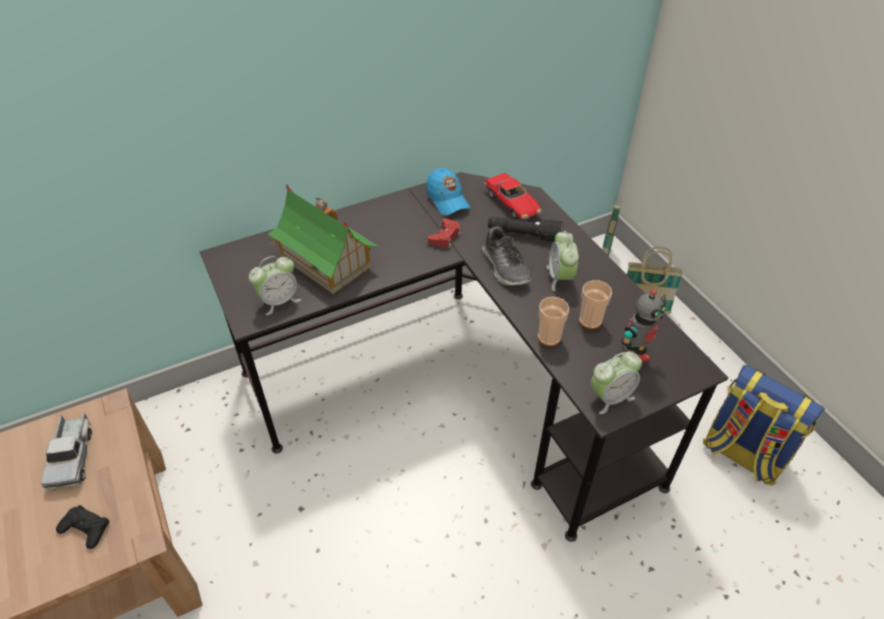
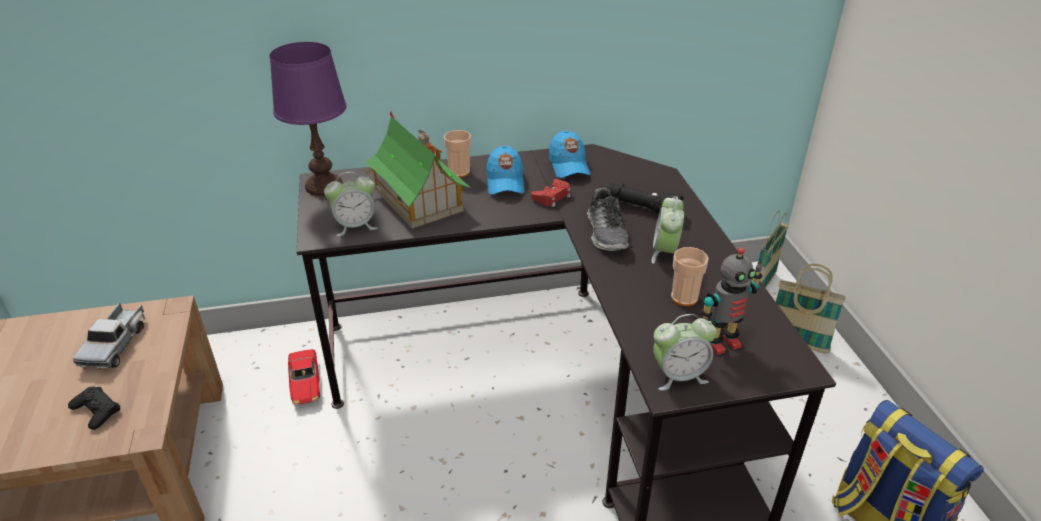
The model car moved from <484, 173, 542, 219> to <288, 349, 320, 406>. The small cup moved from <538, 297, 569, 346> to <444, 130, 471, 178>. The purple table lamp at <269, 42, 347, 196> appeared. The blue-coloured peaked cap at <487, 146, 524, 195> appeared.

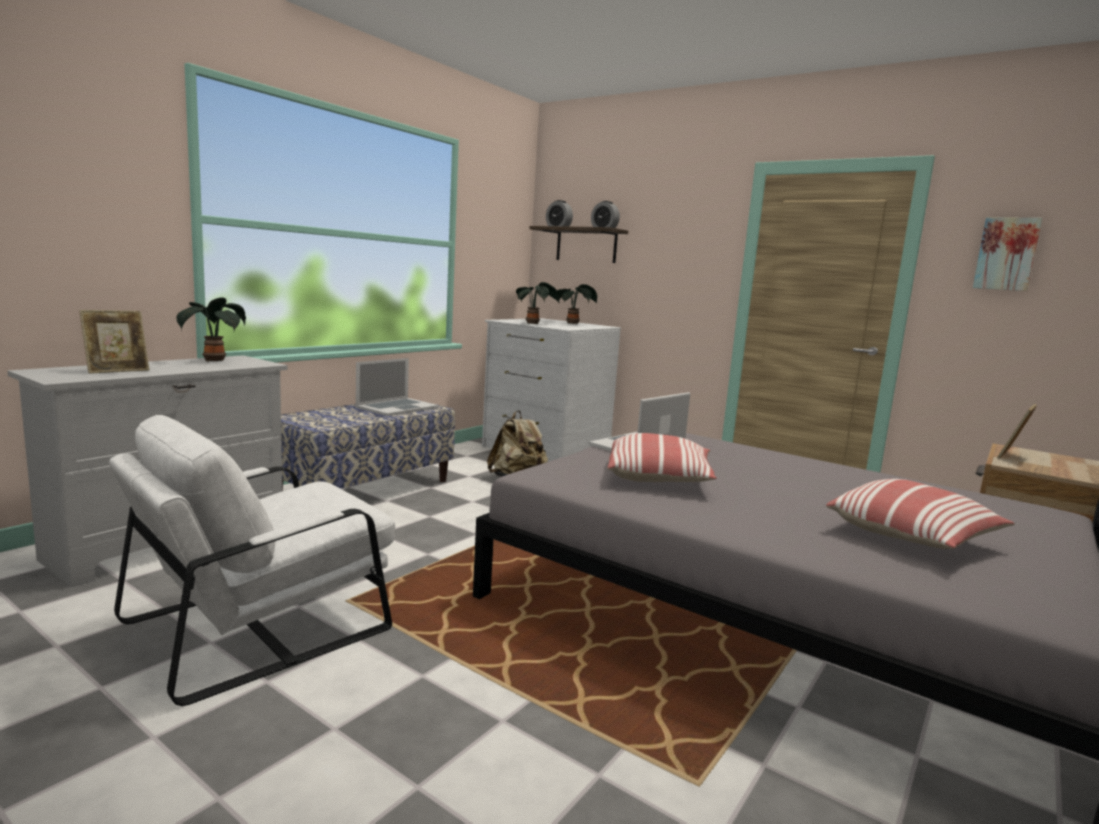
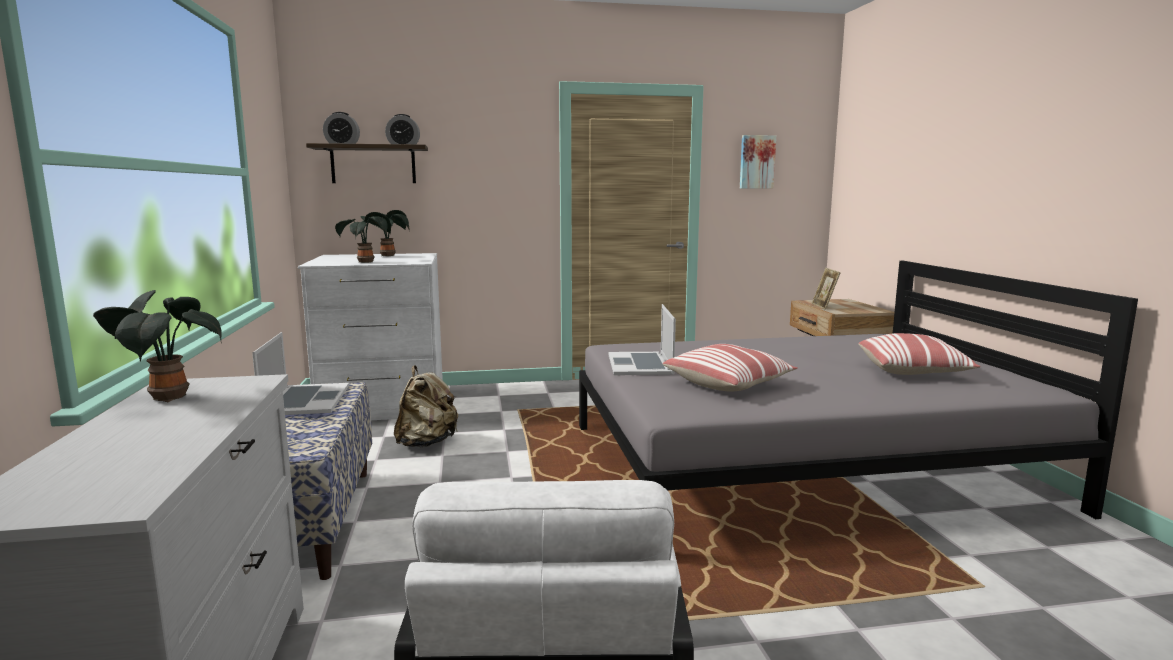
The standing frame at <79, 310, 149, 374> disappeared.

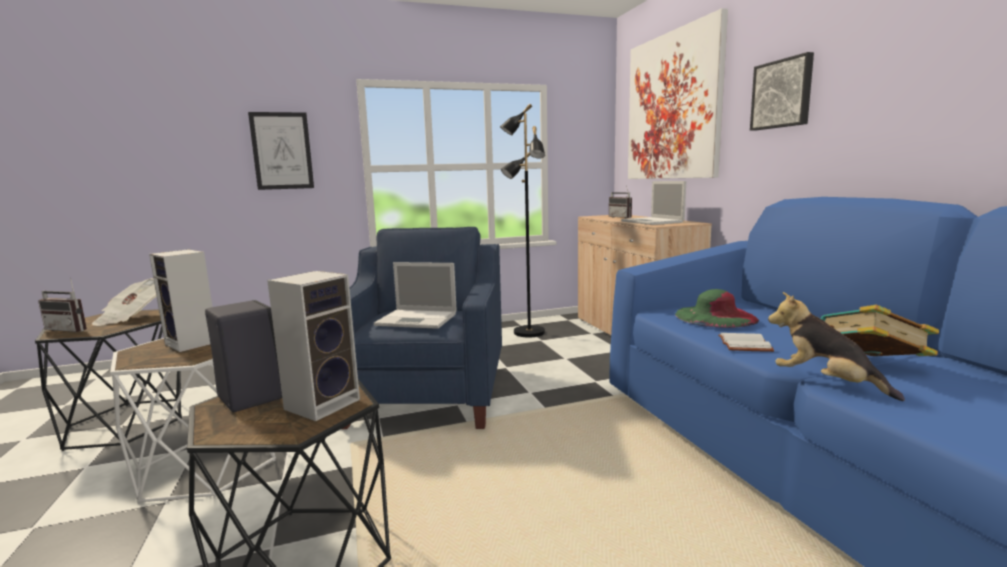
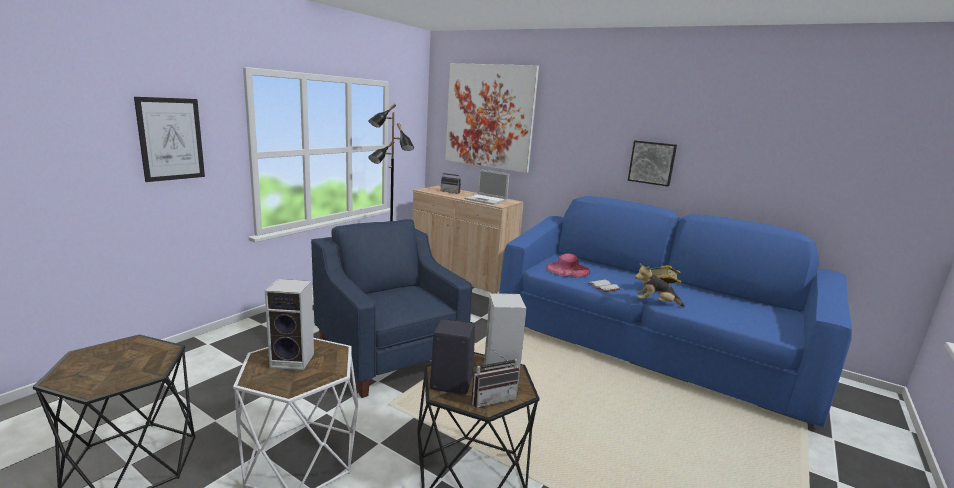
The radio moved from <38, 277, 87, 333> to <471, 344, 520, 408>. The printed paper at <92, 278, 157, 326> disappeared. The notebook computer at <374, 262, 457, 329> disappeared. The greenish hat at <675, 289, 759, 328> became the pinkish hat at <546, 253, 590, 277>. The wall picture moved from <750, 52, 814, 131> to <628, 140, 677, 187>.

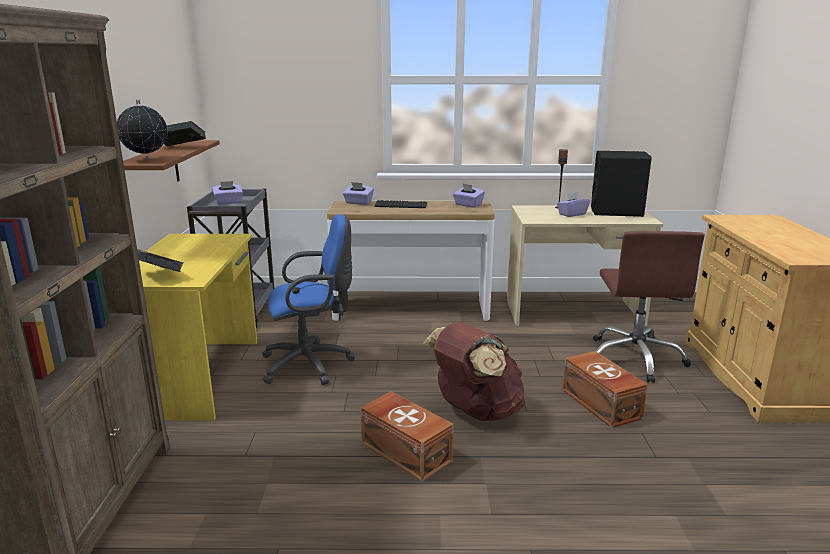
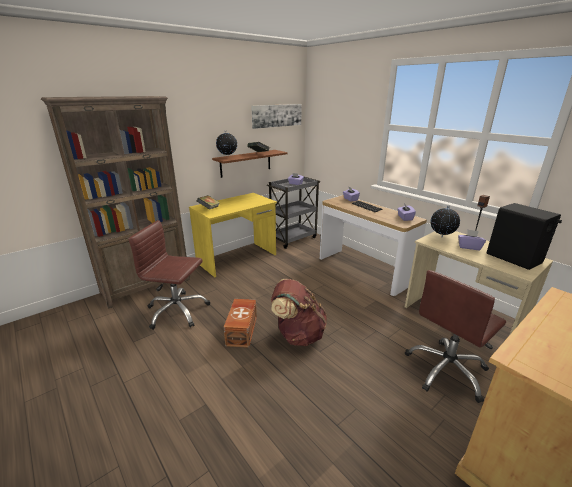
The blue-coloured desk chair at <262, 214, 355, 385> disappeared. The brownish storage bin at <563, 351, 648, 428> disappeared. The brownish desk chair at <128, 220, 210, 330> appeared. The wall picture at <251, 104, 302, 129> appeared. The desk globe at <430, 206, 460, 238> appeared.

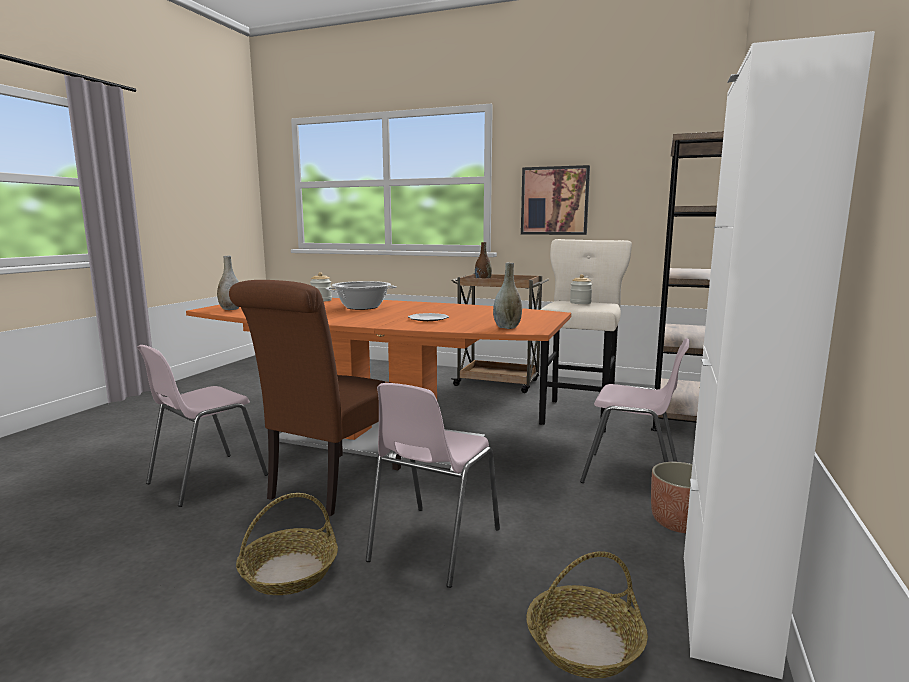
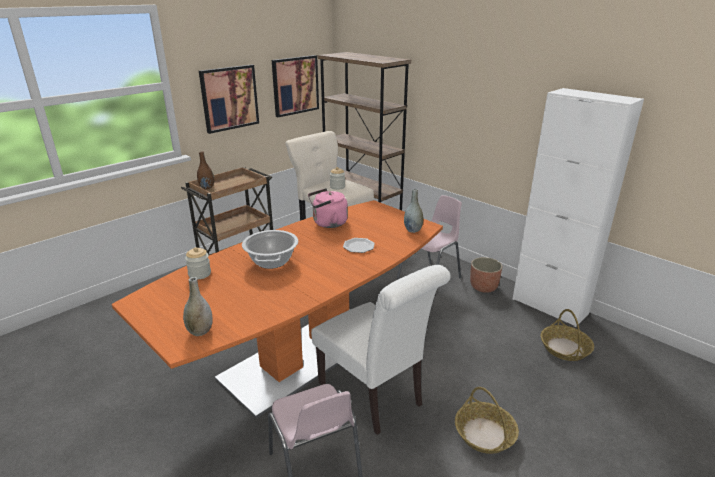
The brownish chair at <229, 280, 401, 517> became the white-coloured chair at <311, 265, 451, 435>. The pinkish chair at <366, 383, 500, 588> disappeared. The wall picture at <272, 55, 319, 117> appeared. The pinkish water kettle at <308, 188, 348, 228> appeared.

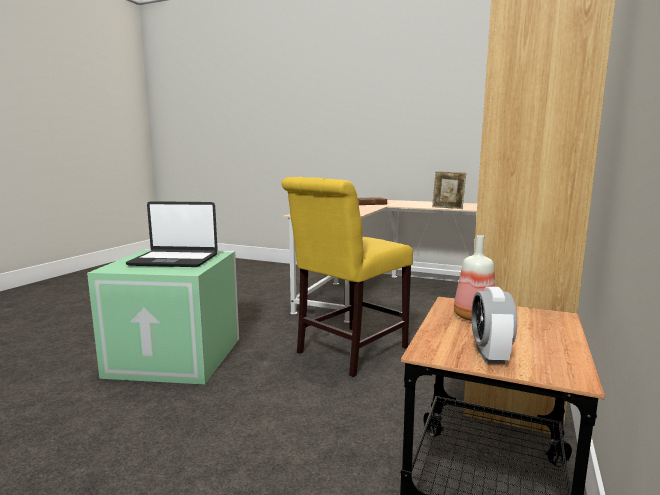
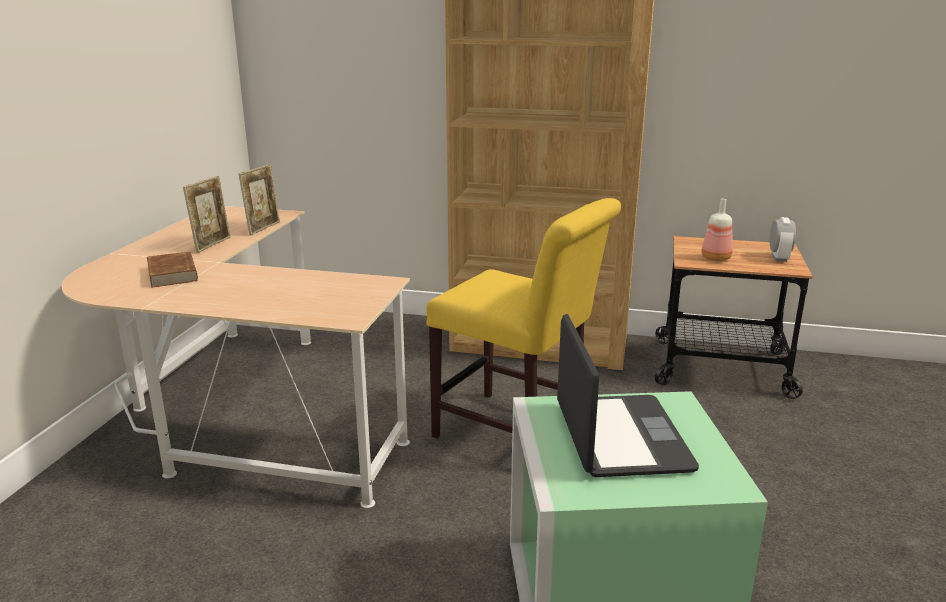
The bedside clock at <471, 287, 517, 364> turned 75 degrees counterclockwise. The standing frame at <183, 176, 231, 253> appeared.

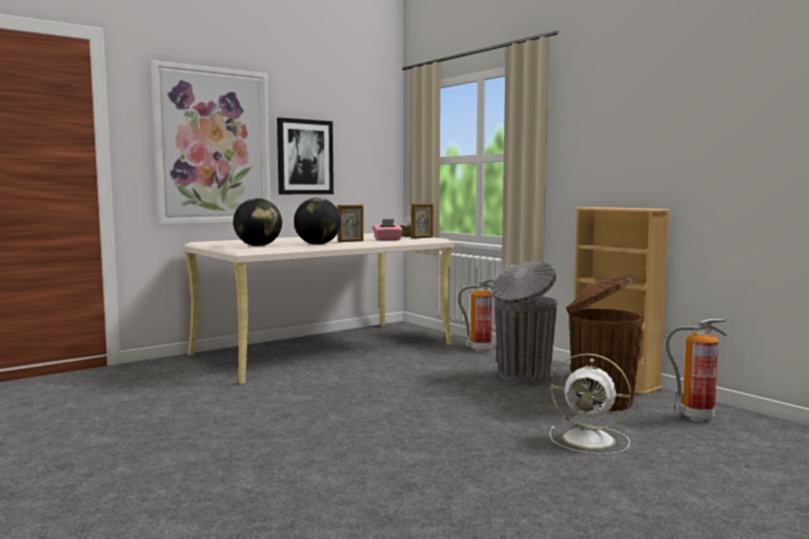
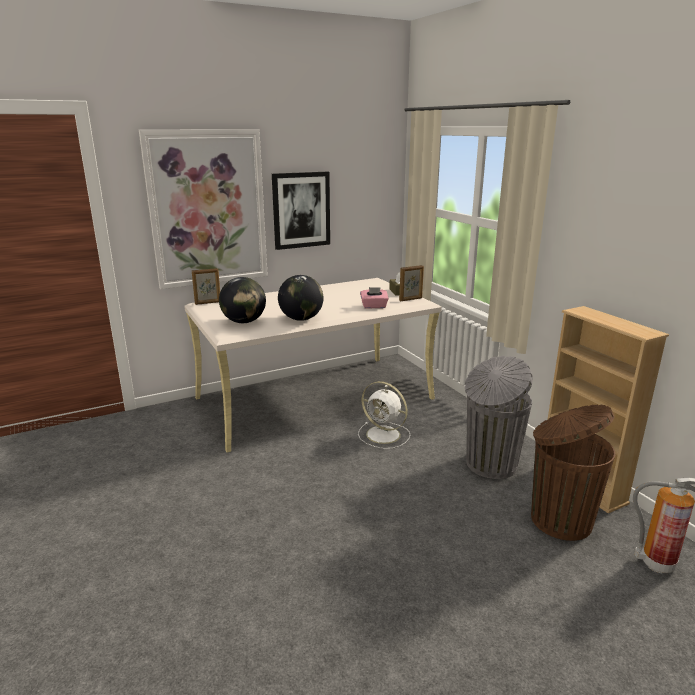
The standing frame moved from <337, 205, 364, 242> to <192, 268, 220, 305>. The fire-fighting cylinder at <458, 279, 495, 352> disappeared. The white-coloured electric fan moved from <550, 353, 631, 455> to <358, 381, 410, 449>.

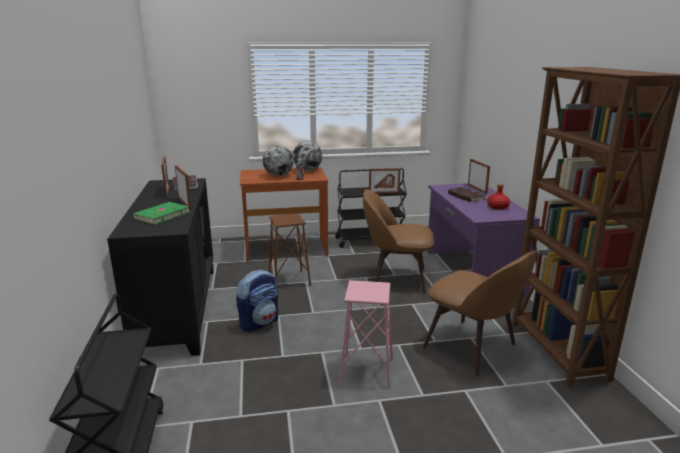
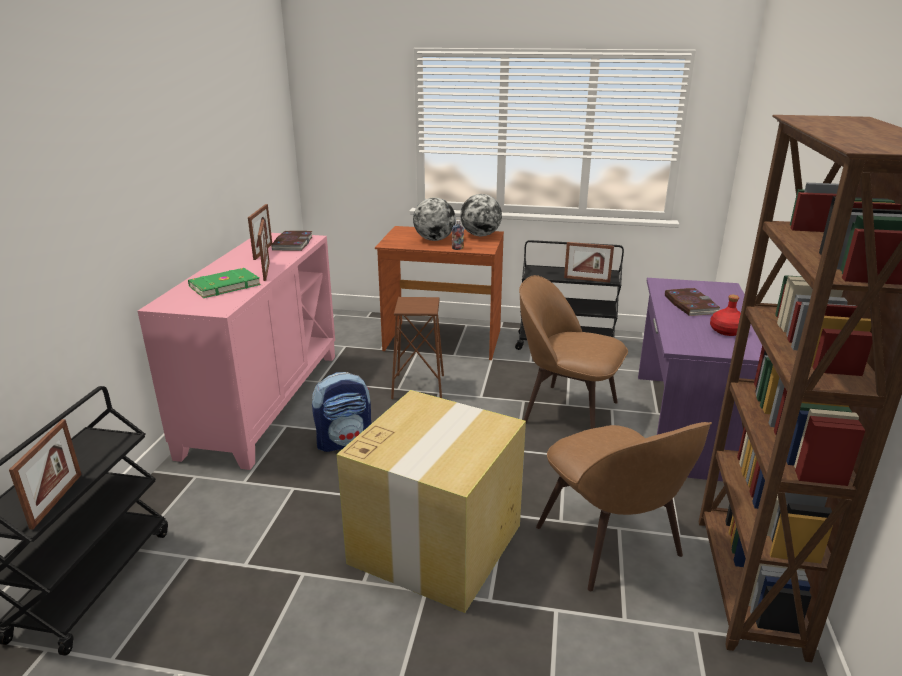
The black cabinet at <107, 178, 213, 356> became the pinkish cabinet at <138, 233, 335, 470>. The pinkish sitting stool at <339, 280, 393, 389> was replaced by the carton at <337, 390, 526, 613>. The standing frame moved from <468, 159, 490, 194> to <9, 419, 82, 529>.

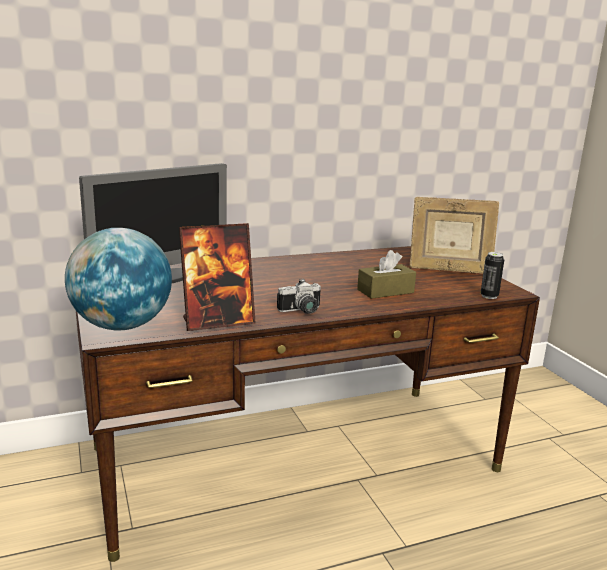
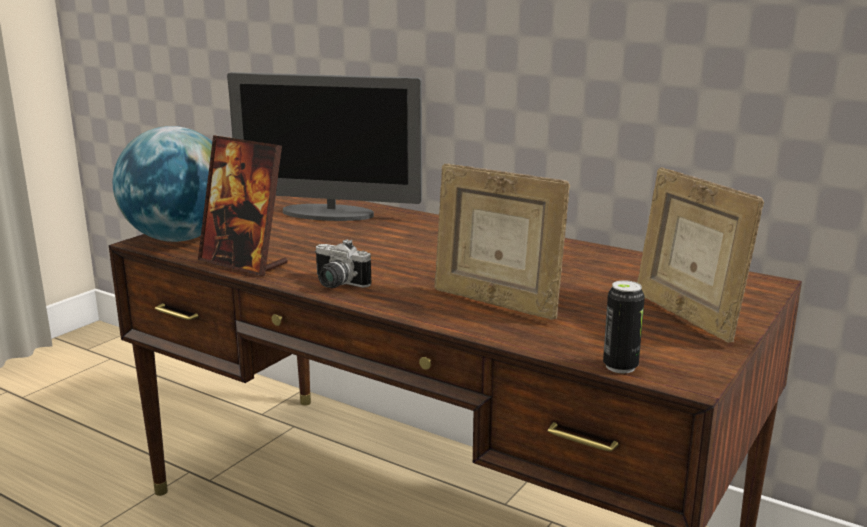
The brownish tissue holder at <357, 250, 416, 299> was replaced by the standing frame at <434, 164, 570, 320>.

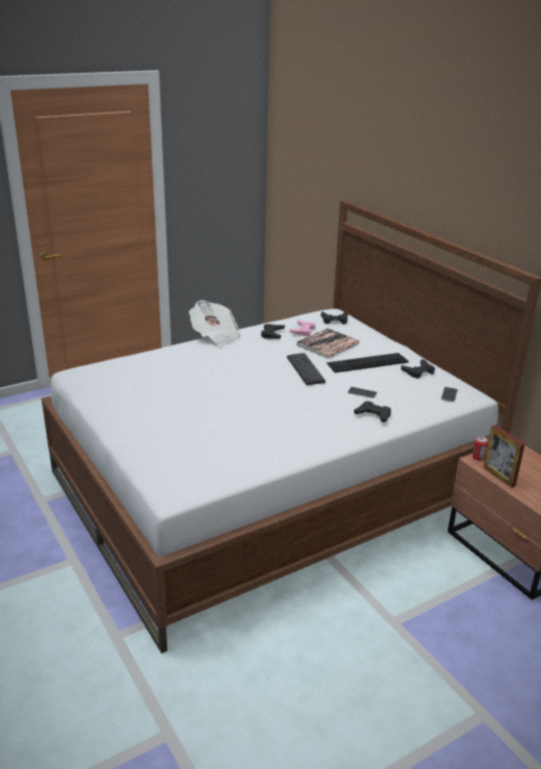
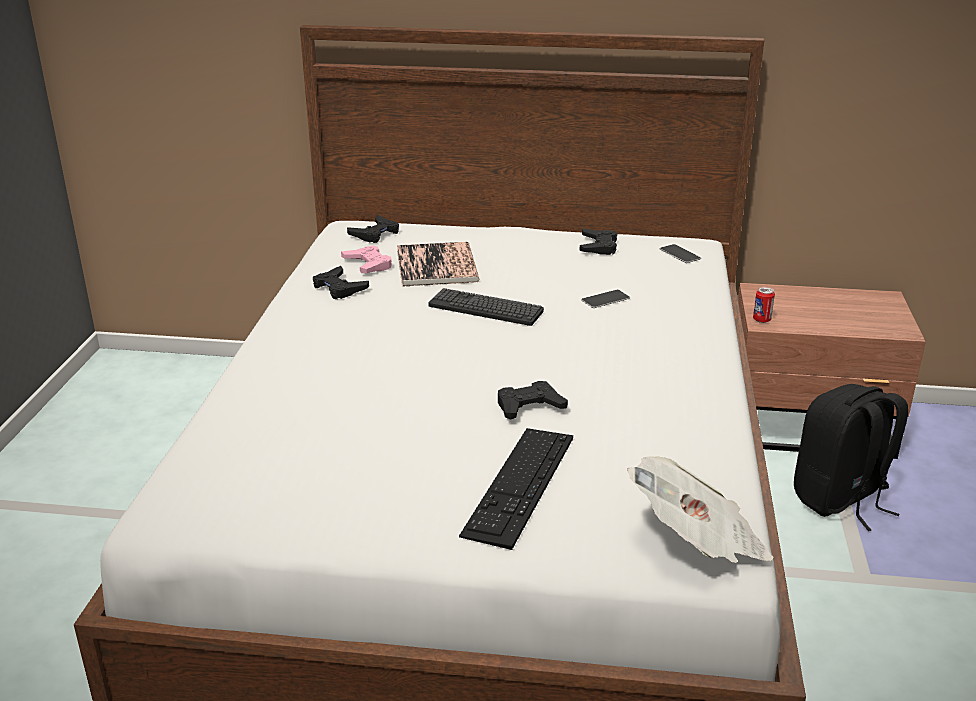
The printed paper moved from <189, 300, 240, 347> to <627, 456, 773, 563>. The computer keyboard moved from <327, 353, 409, 373> to <459, 428, 573, 550>. The black gamepad moved from <354, 401, 391, 423> to <498, 381, 568, 420>. The standing frame at <483, 425, 525, 488> disappeared. The black rucksack at <794, 384, 908, 531> appeared.

